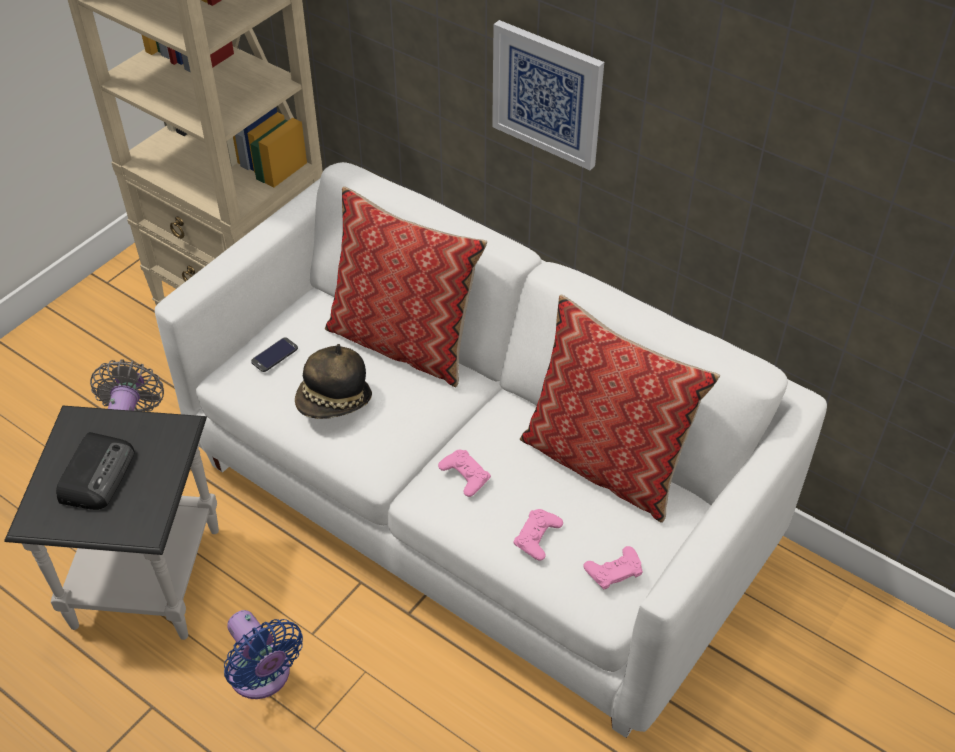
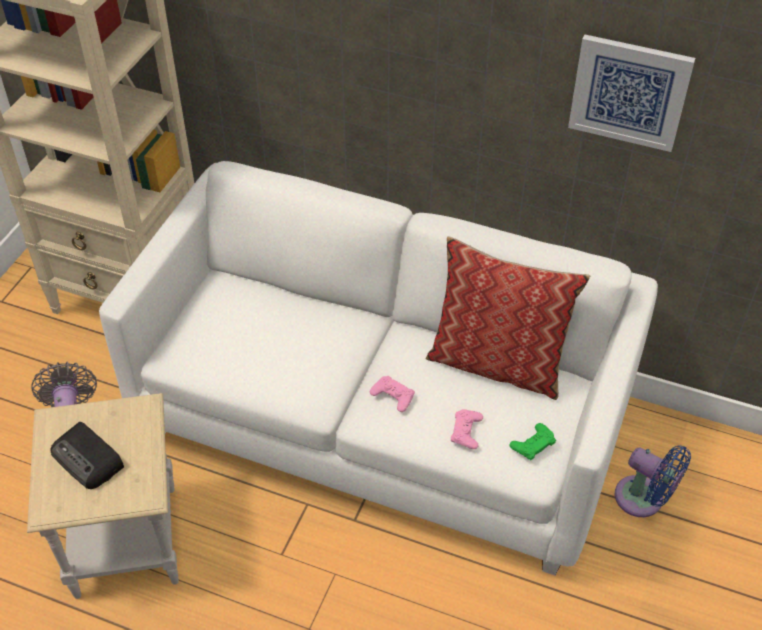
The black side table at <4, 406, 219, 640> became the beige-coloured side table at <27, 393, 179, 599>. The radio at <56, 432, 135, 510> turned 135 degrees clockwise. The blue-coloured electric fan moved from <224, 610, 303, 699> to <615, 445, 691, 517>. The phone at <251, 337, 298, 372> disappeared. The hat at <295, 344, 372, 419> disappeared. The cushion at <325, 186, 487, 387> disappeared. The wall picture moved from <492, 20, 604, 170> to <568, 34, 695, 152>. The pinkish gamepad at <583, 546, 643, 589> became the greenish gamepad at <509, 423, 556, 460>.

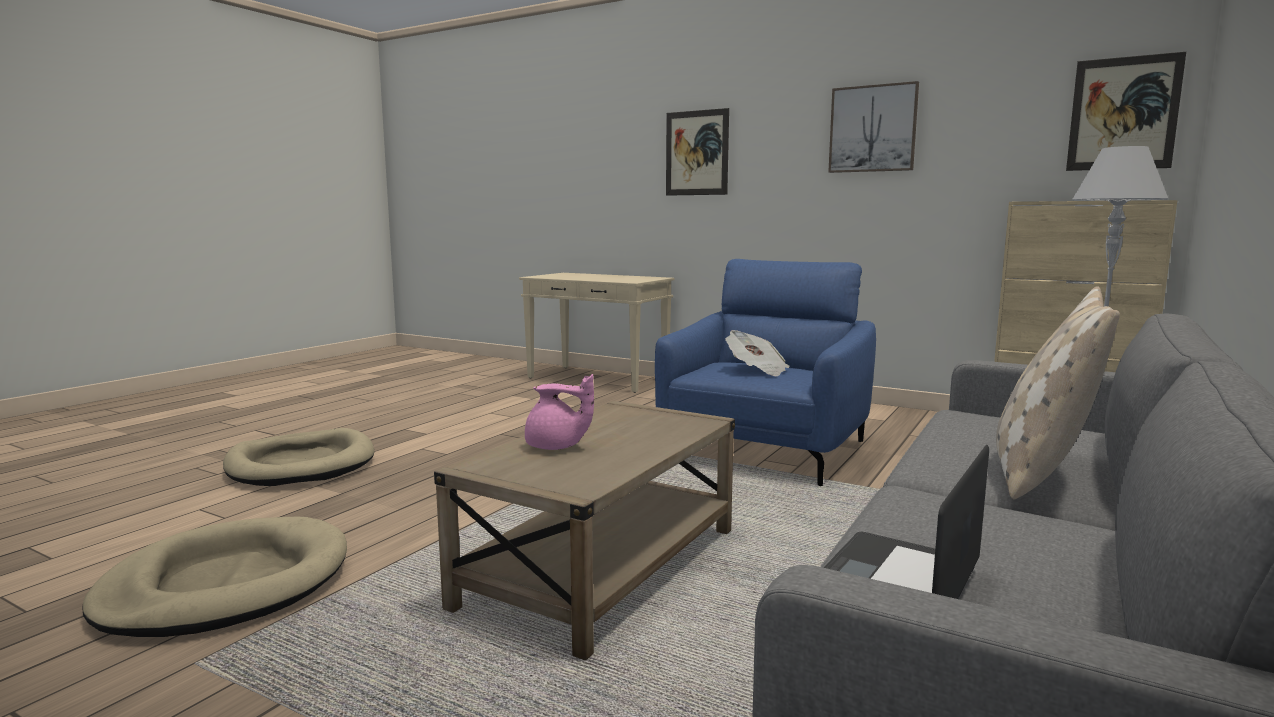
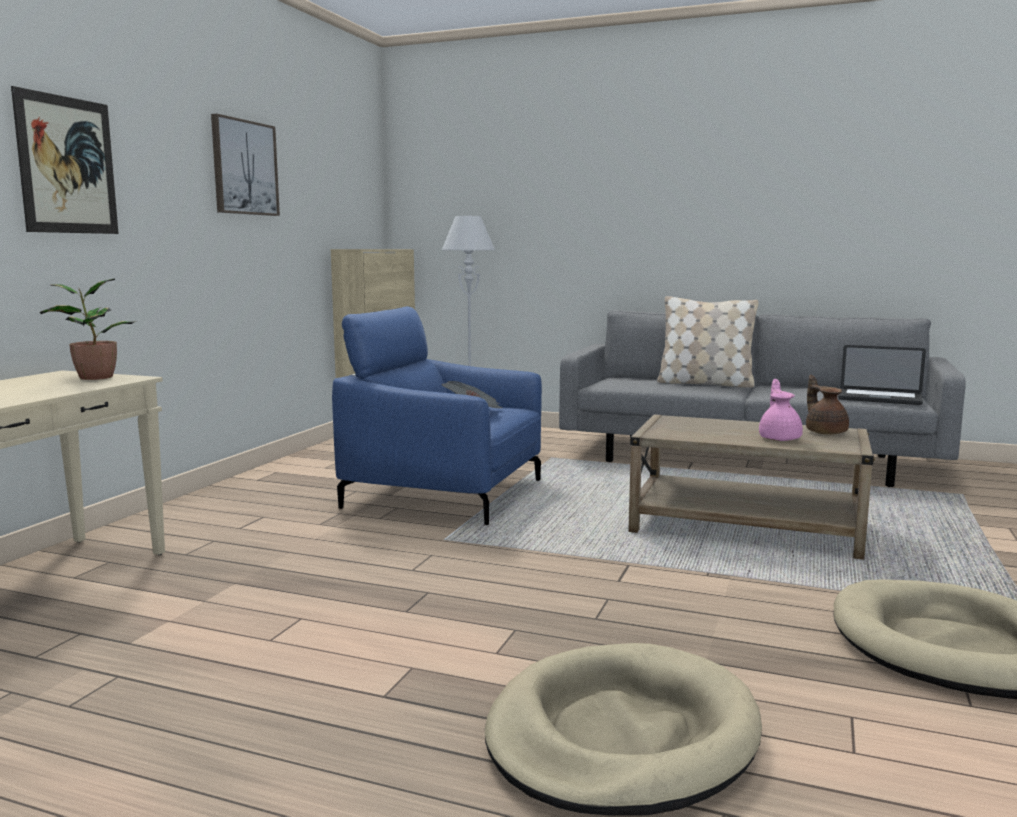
The wall picture at <1066, 52, 1186, 171> disappeared. The potted plant at <40, 278, 134, 380> appeared. The brownish pot for tea at <806, 375, 849, 435> appeared.

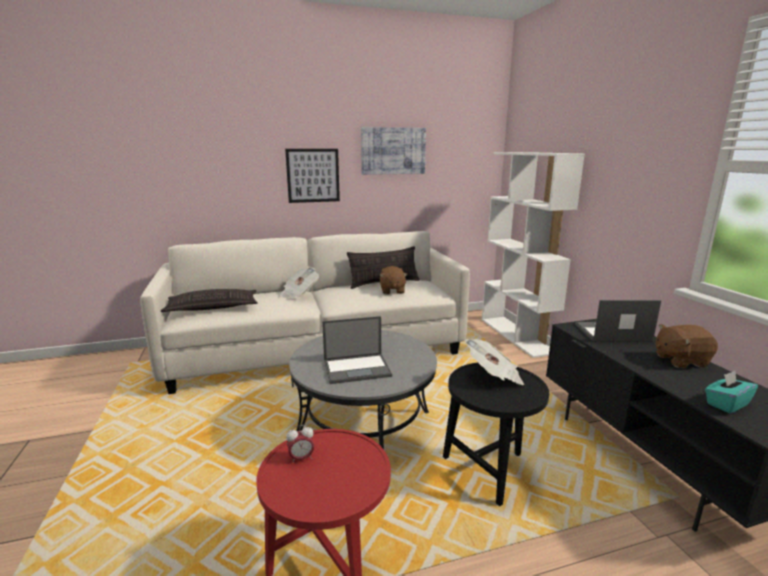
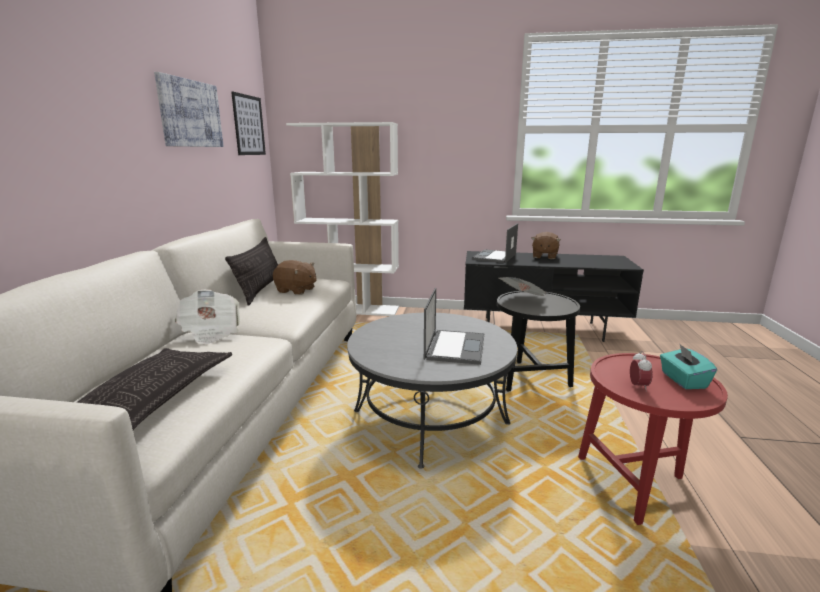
The wall picture moved from <285, 149, 340, 203> to <231, 92, 266, 155>. The turquoise tissue holder moved from <705, 371, 758, 413> to <660, 343, 717, 389>.

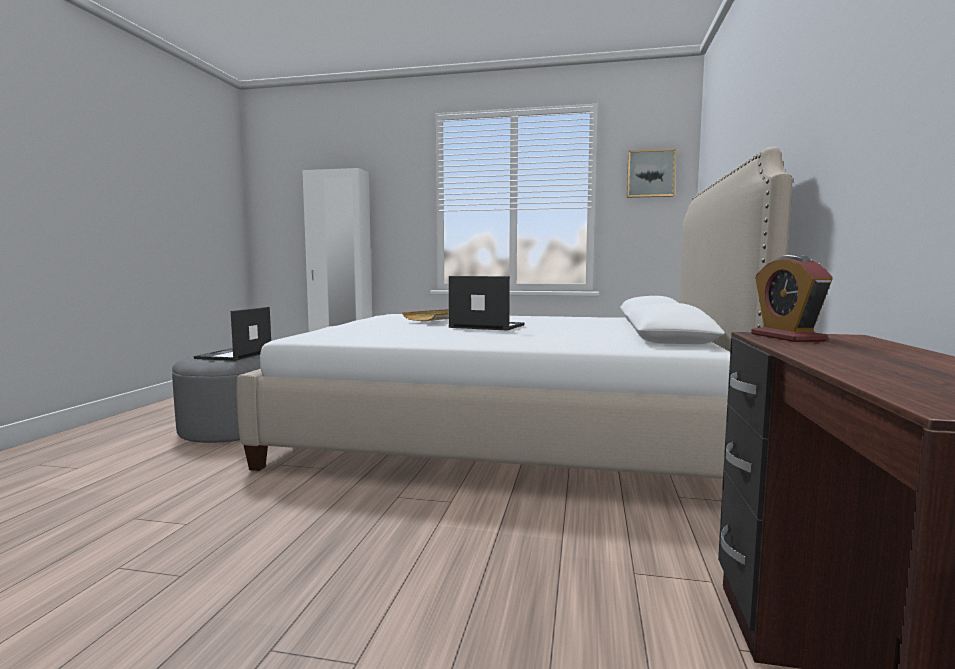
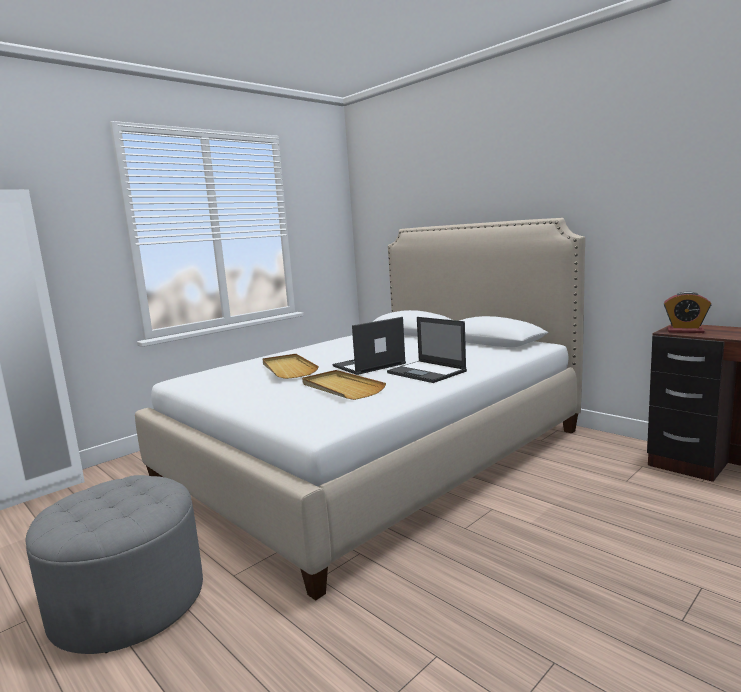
The notebook computer moved from <194, 307, 271, 361> to <387, 317, 467, 383>. The wall picture at <627, 149, 676, 198> disappeared. The beige-coloured carrying tray at <302, 370, 386, 400> appeared.

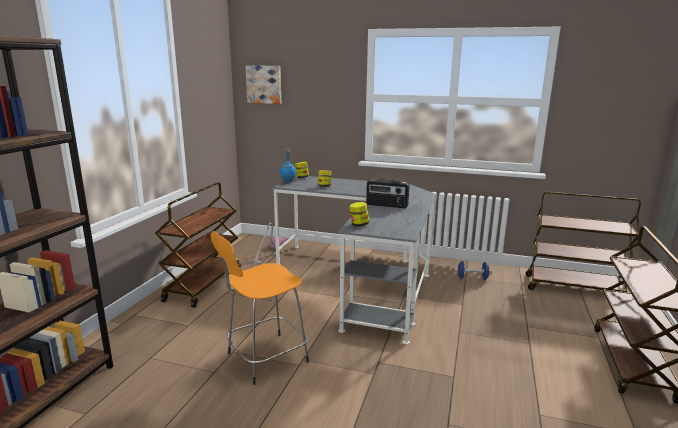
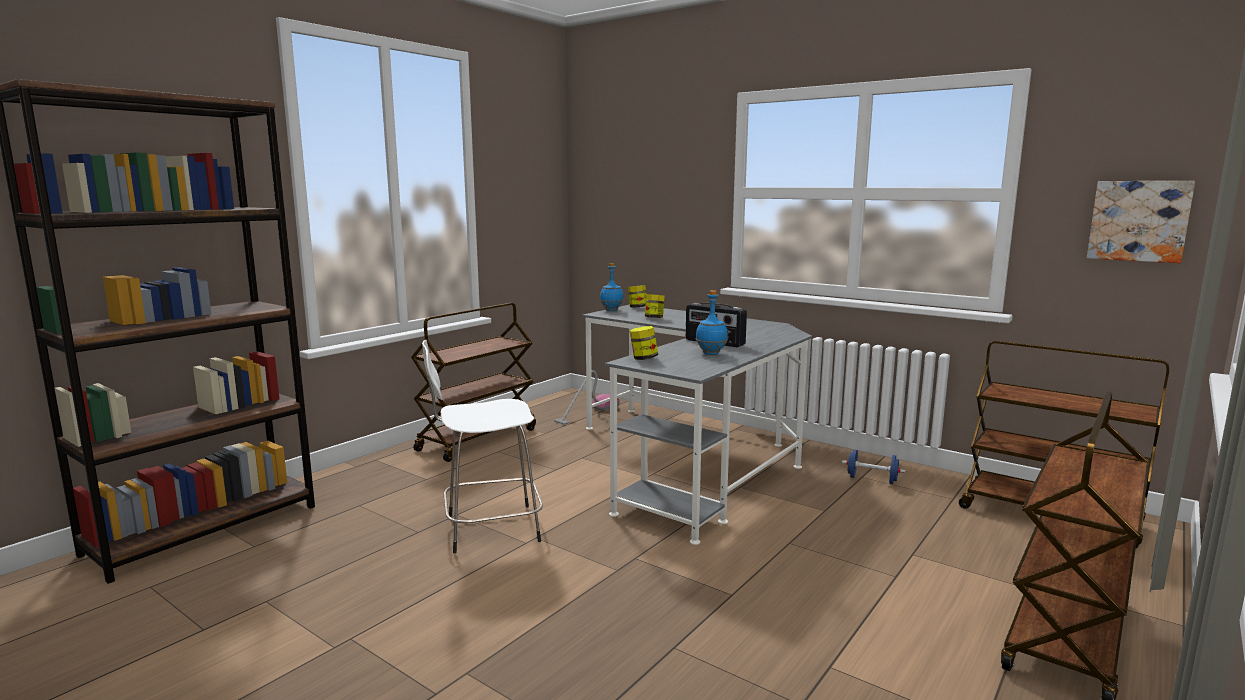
The orangey sitting stool at <211, 231, 309, 385> became the white-coloured sitting stool at <422, 340, 543, 553>. The wall picture moved from <245, 65, 281, 104> to <1087, 181, 1195, 263>. The blue-coloured drink bottle at <696, 290, 728, 355> appeared.

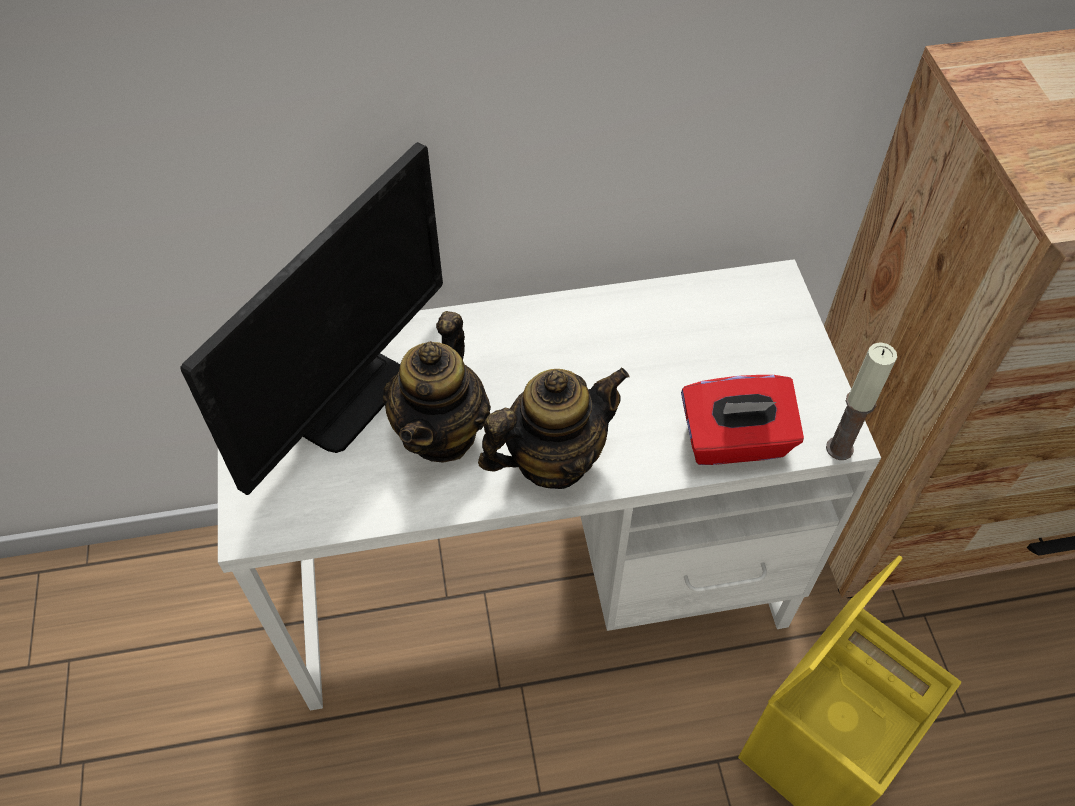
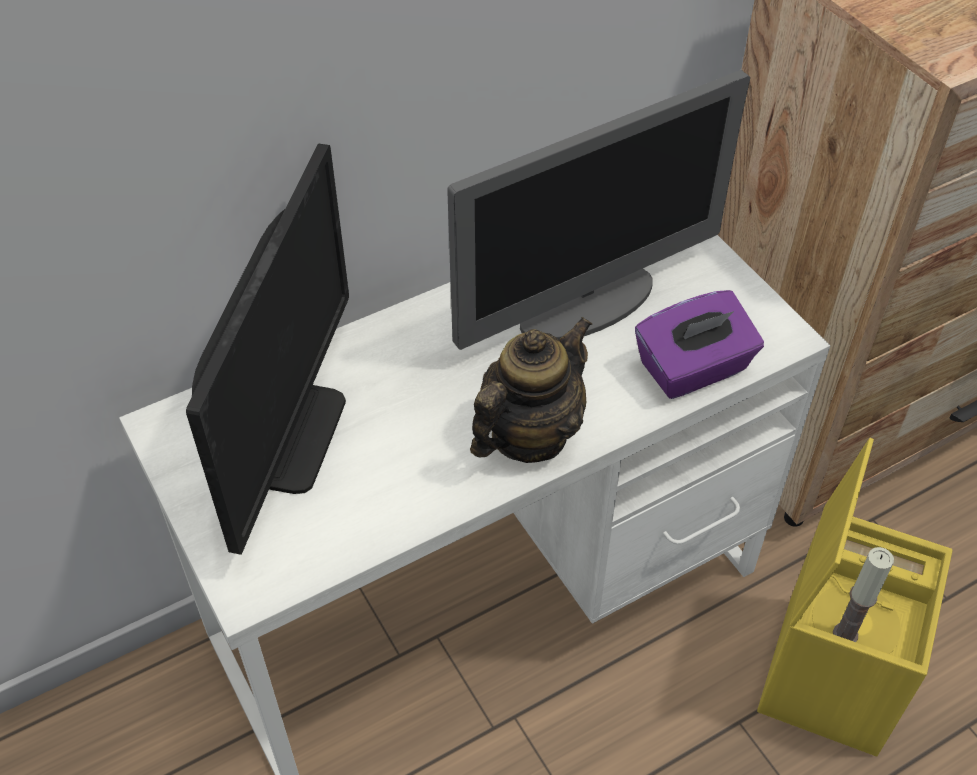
The pot for tea at <383, 311, 491, 462> disappeared. The red-coloured tissue holder at <681, 375, 804, 465> became the purple tissue holder at <635, 290, 764, 399>. The wax candle moved from <826, 342, 897, 460> to <833, 547, 894, 642>. The computer display at <447, 70, 750, 350> appeared.

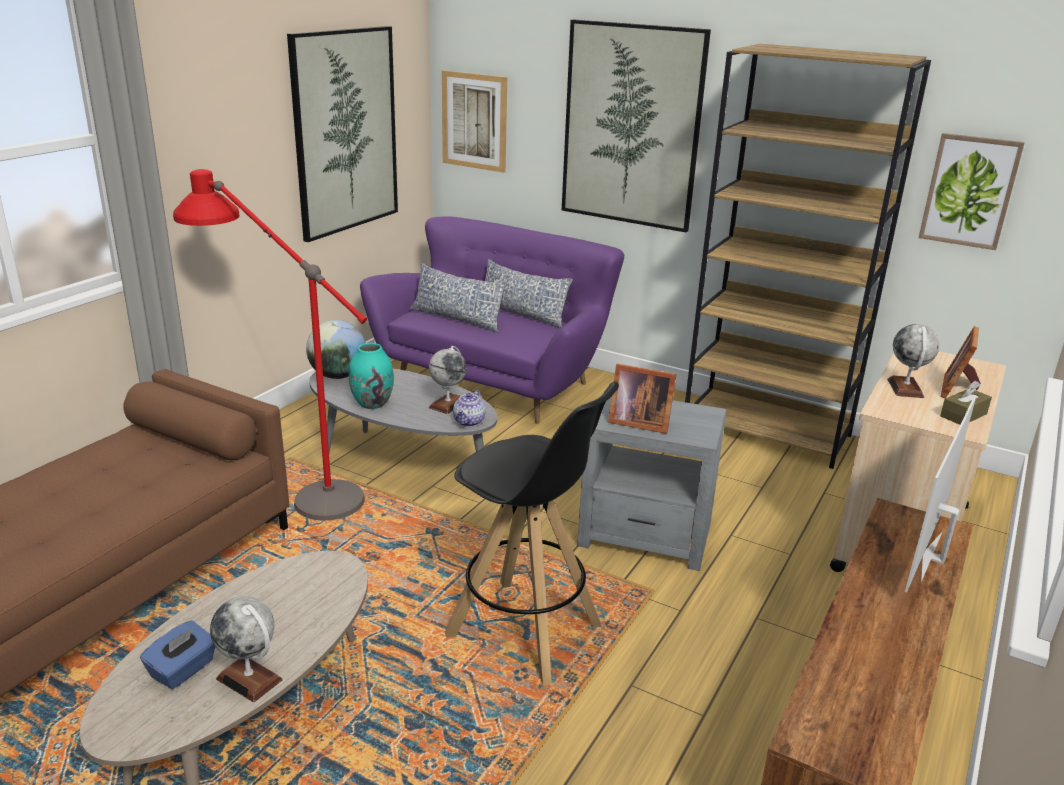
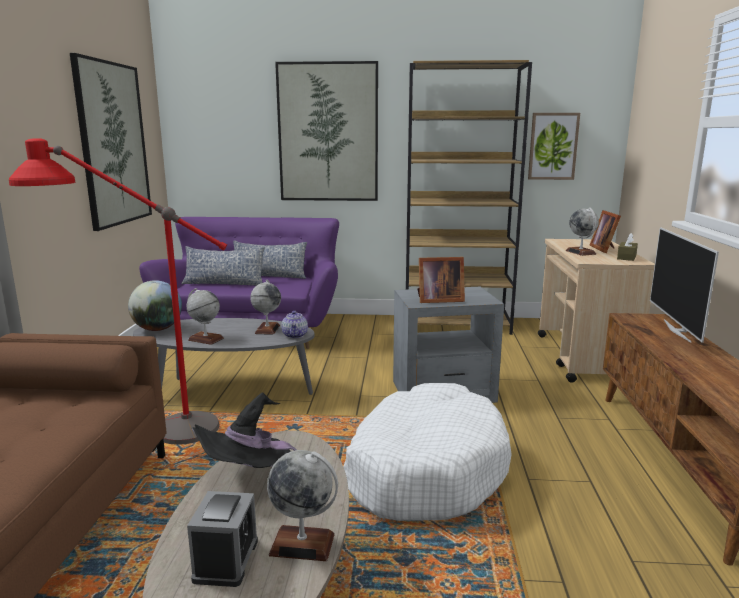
The blue-coloured tissue holder at <140, 620, 215, 689> was replaced by the bedside clock at <187, 491, 258, 587>. The turquoise vase at <349, 343, 394, 409> was replaced by the desk globe at <187, 288, 224, 345>. The wall picture at <442, 70, 507, 173> disappeared. The black sitting stool at <445, 382, 619, 685> was replaced by the white-coloured dog cushion at <343, 383, 512, 521>. The black hat at <192, 392, 297, 468> appeared.

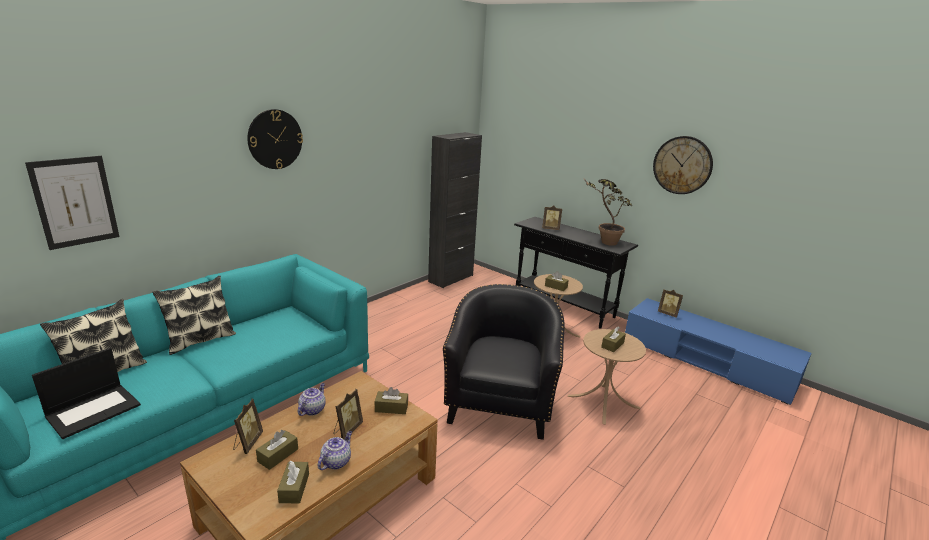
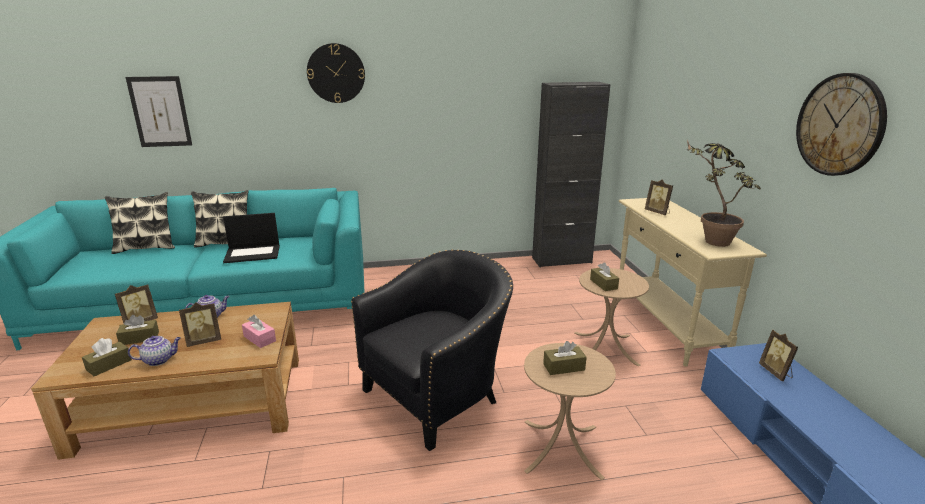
The notebook computer moved from <32, 348, 141, 439> to <223, 213, 280, 263>. The brownish tissue holder at <375, 387, 408, 414> became the pinkish tissue holder at <242, 315, 276, 348>. The black hall table at <514, 217, 638, 329> became the beige-coloured hall table at <619, 198, 767, 367>.

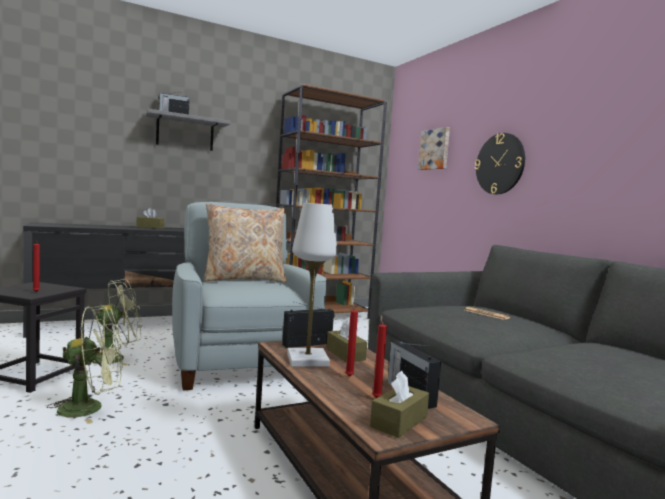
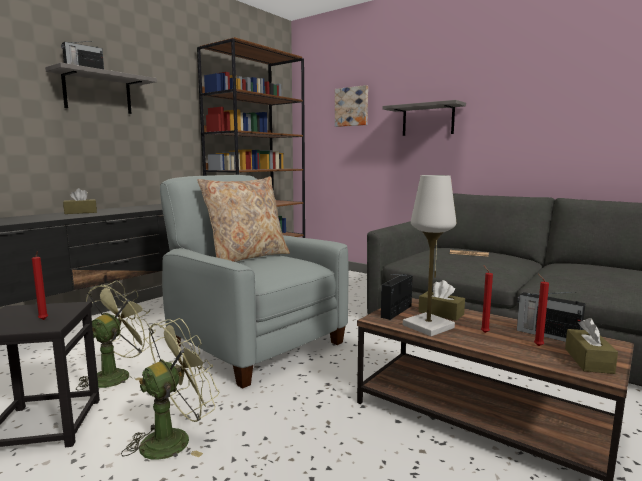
The wall clock at <475, 133, 525, 194> was replaced by the grey bracket shelf at <383, 100, 466, 136>.

